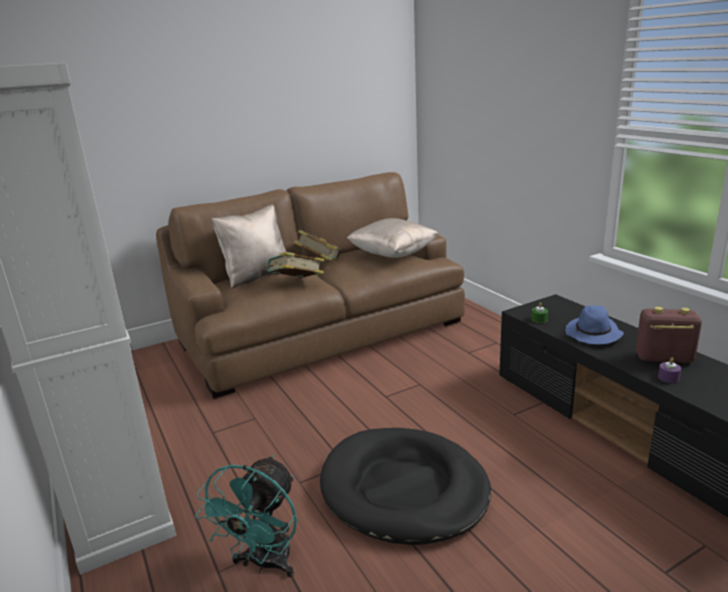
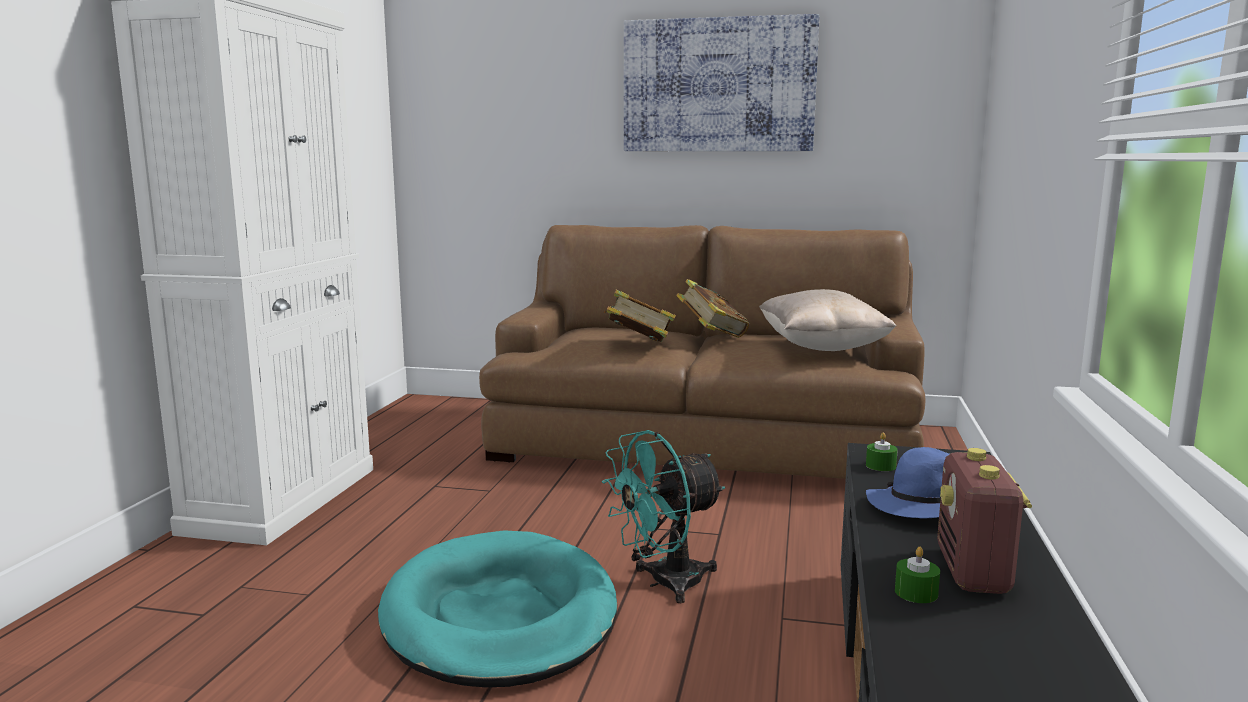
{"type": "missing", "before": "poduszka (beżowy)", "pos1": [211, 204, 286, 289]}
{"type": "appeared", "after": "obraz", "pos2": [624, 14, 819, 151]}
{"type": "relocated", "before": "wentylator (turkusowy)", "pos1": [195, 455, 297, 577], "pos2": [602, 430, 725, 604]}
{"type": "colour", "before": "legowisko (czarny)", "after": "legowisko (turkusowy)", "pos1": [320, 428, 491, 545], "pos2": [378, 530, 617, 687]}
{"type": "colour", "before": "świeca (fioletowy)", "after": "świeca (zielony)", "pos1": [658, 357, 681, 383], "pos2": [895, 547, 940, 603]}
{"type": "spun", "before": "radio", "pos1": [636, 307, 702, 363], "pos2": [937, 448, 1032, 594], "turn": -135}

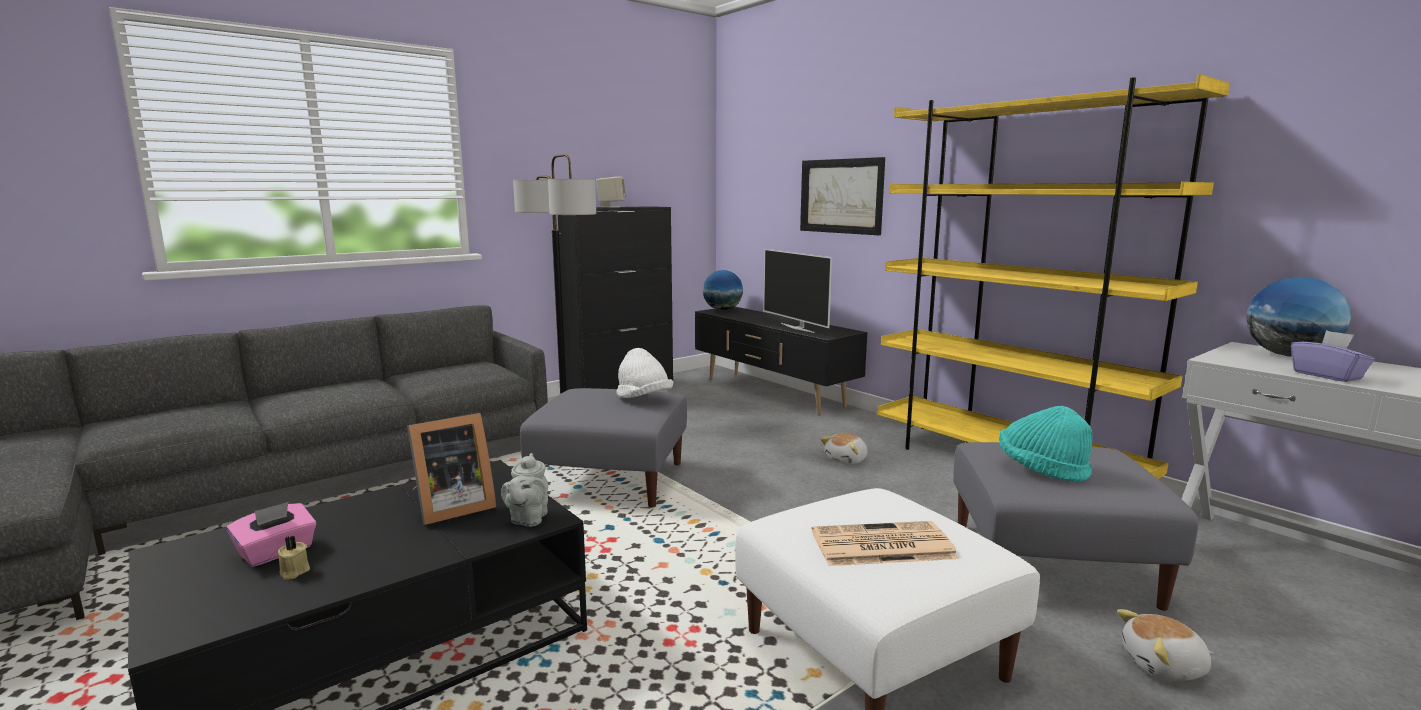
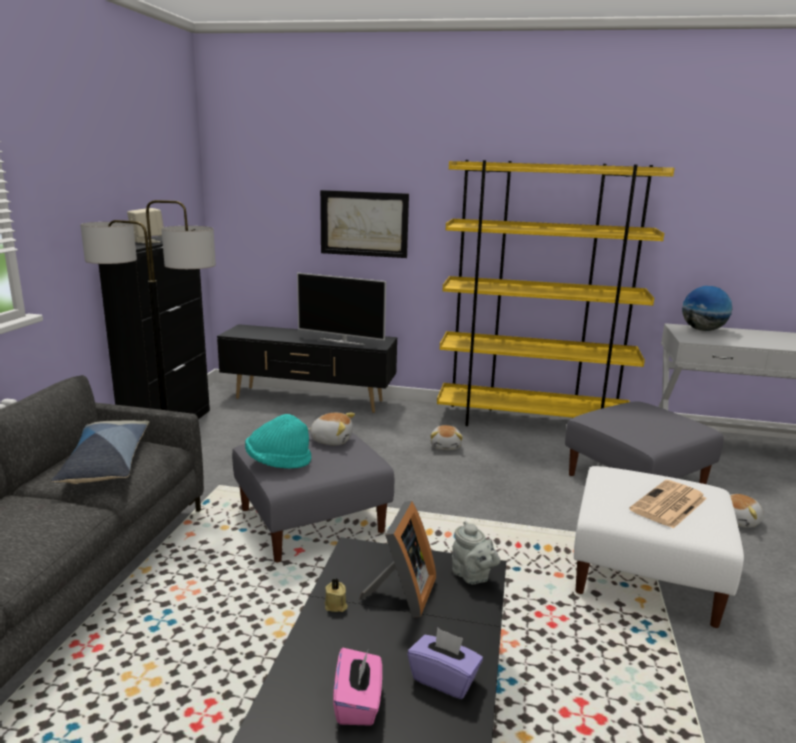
{"type": "missing", "before": "globus", "pos1": [703, 270, 743, 310]}
{"type": "appeared", "after": "poduszka", "pos2": [51, 420, 149, 484]}
{"type": "relocated", "before": "świeca (beżowy)", "pos1": [278, 536, 310, 580], "pos2": [325, 579, 348, 612]}
{"type": "relocated", "before": "kapelusz (turkusowy)", "pos1": [999, 406, 1092, 482], "pos2": [245, 414, 311, 469]}
{"type": "relocated", "before": "pudełko chusteczek (fioletowy)", "pos1": [1291, 330, 1375, 382], "pos2": [408, 627, 483, 699]}
{"type": "exchanged", "before": "kapelusz (biały)", "after": "pluszak", "pos1": [616, 348, 673, 398], "pos2": [308, 413, 355, 445]}

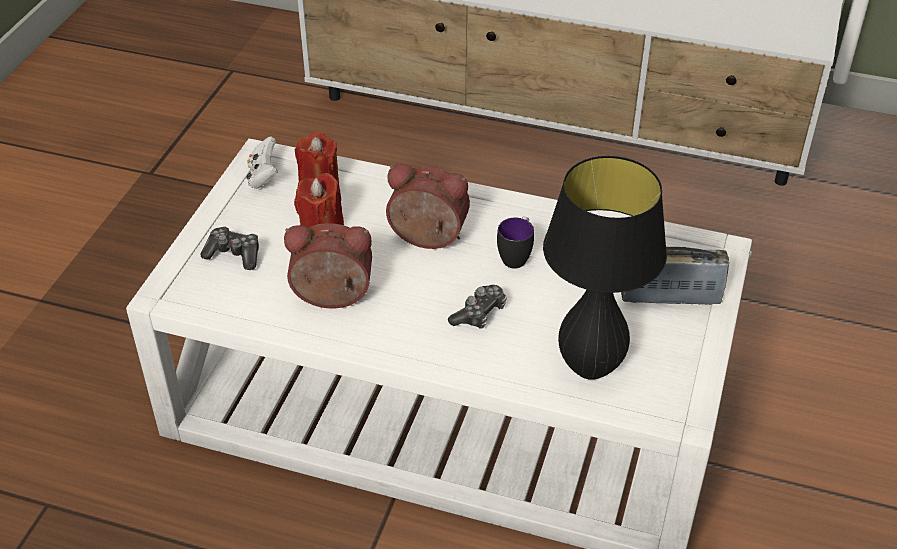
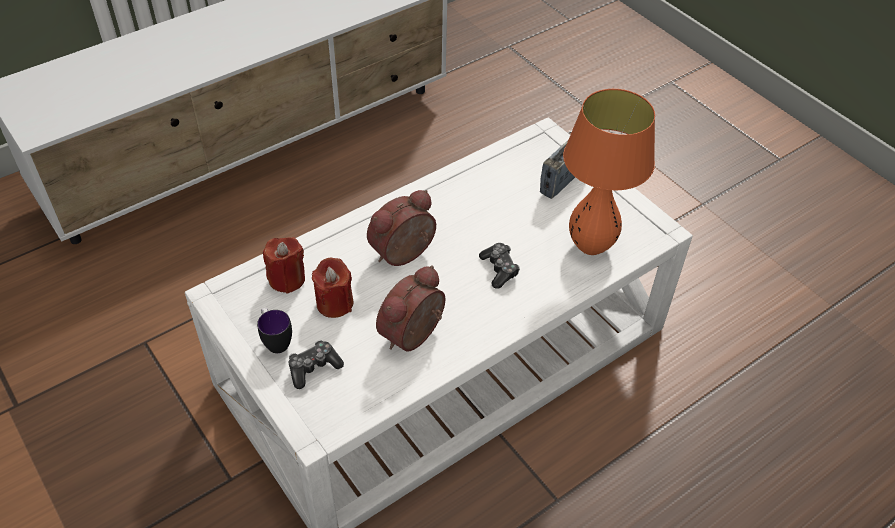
{"type": "missing", "before": "pad do gier (biały)", "pos1": [247, 137, 278, 189]}
{"type": "relocated", "before": "kubek", "pos1": [497, 216, 534, 269], "pos2": [257, 307, 292, 353]}
{"type": "colour", "before": "lampa stołowa (czarny)", "after": "lampa stołowa (pomarańczowy)", "pos1": [543, 156, 667, 380], "pos2": [563, 89, 655, 255]}

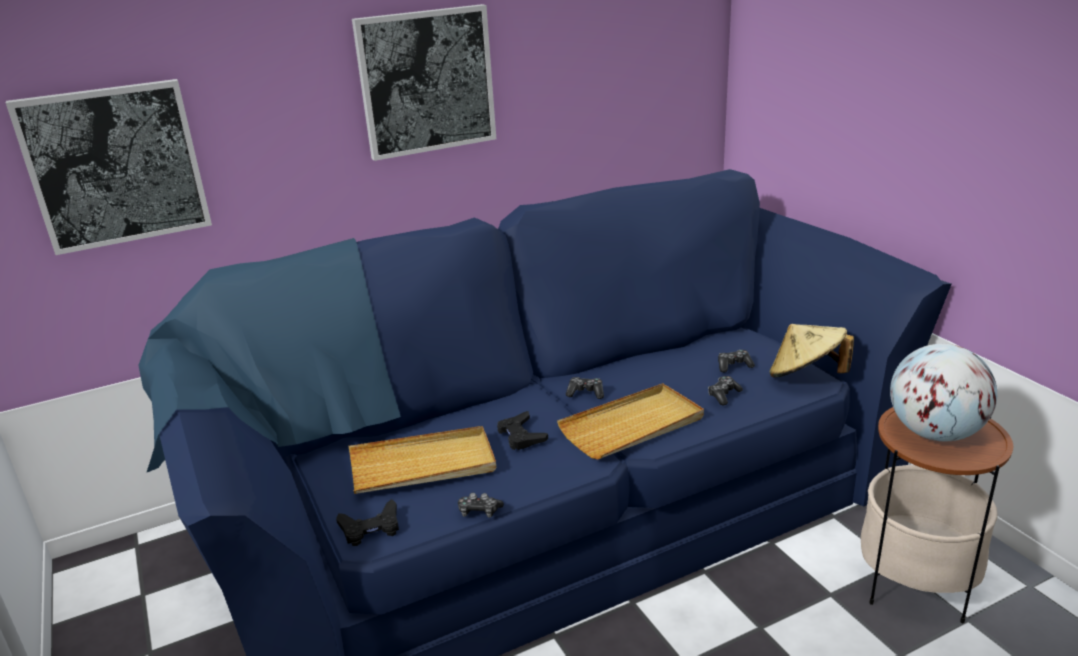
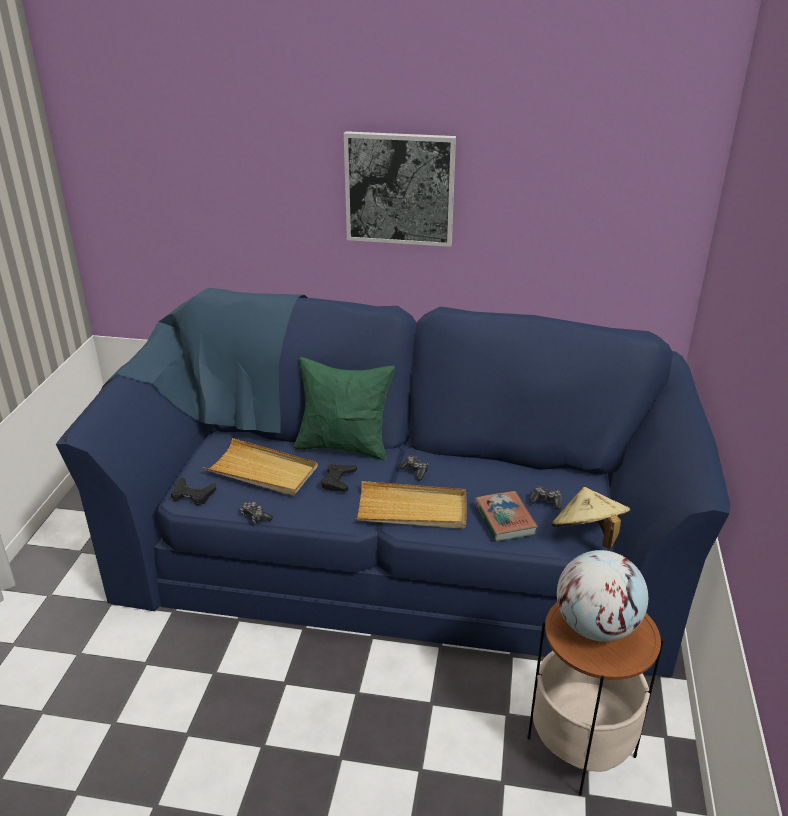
{"type": "missing", "before": "obraz", "pos1": [6, 79, 212, 255]}
{"type": "appeared", "after": "poduszka (zielony)", "pos2": [294, 357, 395, 461]}
{"type": "exchanged", "before": "pad do gier", "after": "książka", "pos1": [708, 376, 743, 406], "pos2": [474, 491, 538, 542]}

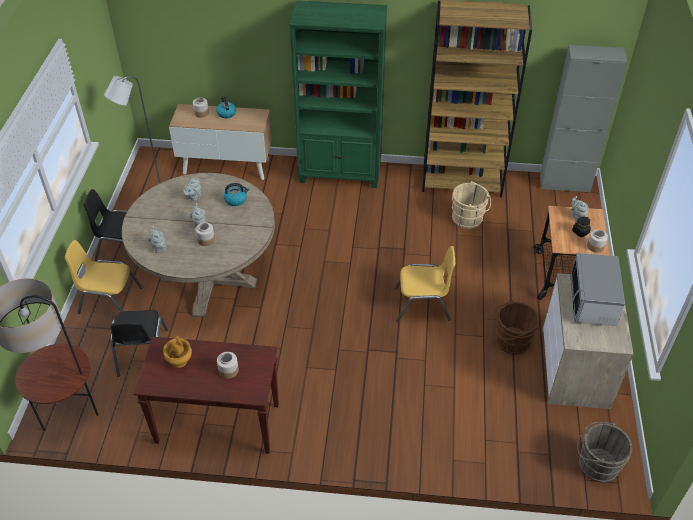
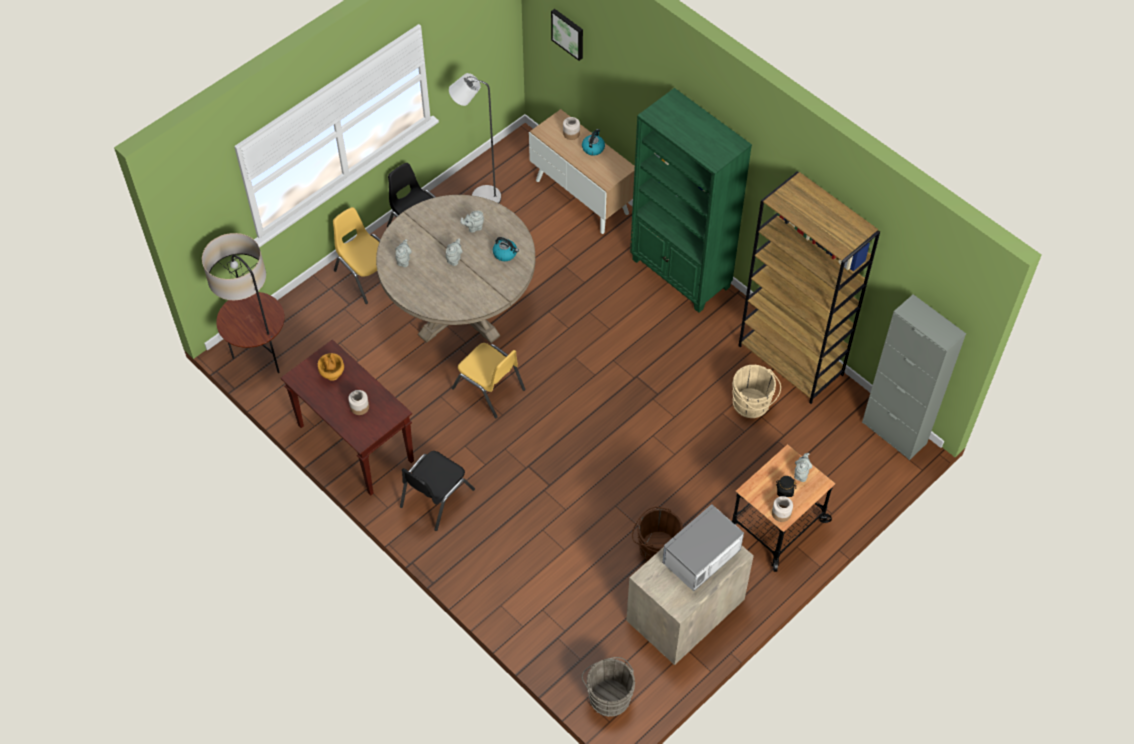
{"type": "missing", "before": "słoik", "pos1": [195, 222, 215, 246]}
{"type": "appeared", "after": "obraz", "pos2": [551, 9, 583, 61]}
{"type": "relocated", "before": "krzesło (czarny)", "pos1": [110, 310, 168, 377], "pos2": [400, 451, 475, 531]}
{"type": "relocated", "before": "krzesło (żółty)", "pos1": [394, 246, 455, 322], "pos2": [452, 343, 526, 418]}

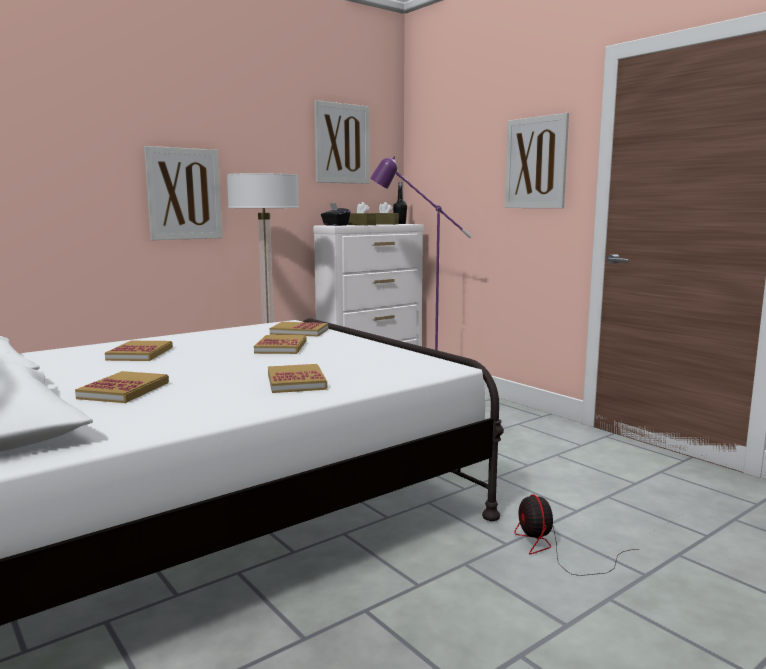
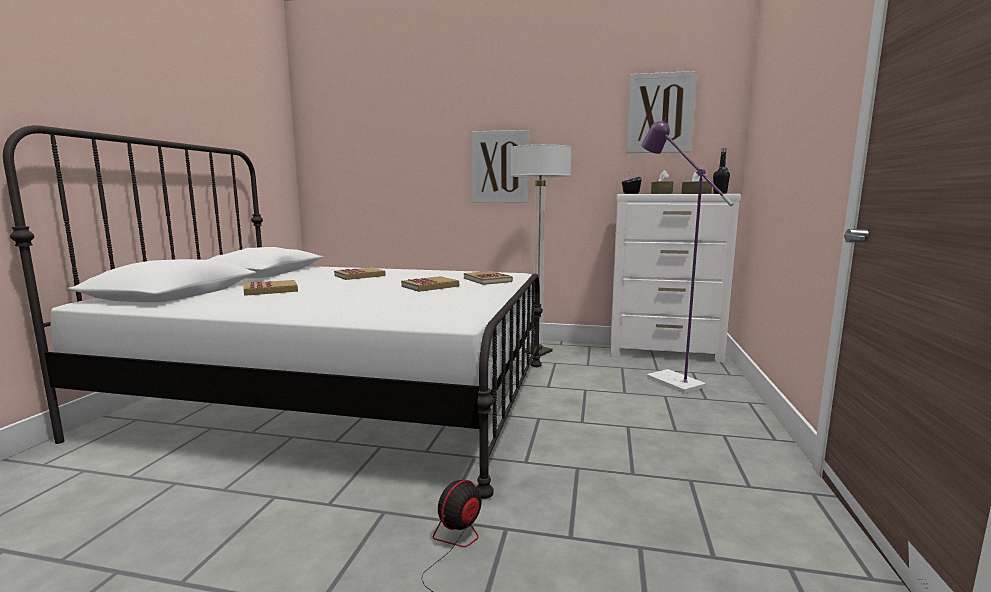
{"type": "missing", "before": "książka", "pos1": [268, 364, 327, 393]}
{"type": "missing", "before": "obraz", "pos1": [505, 113, 569, 208]}

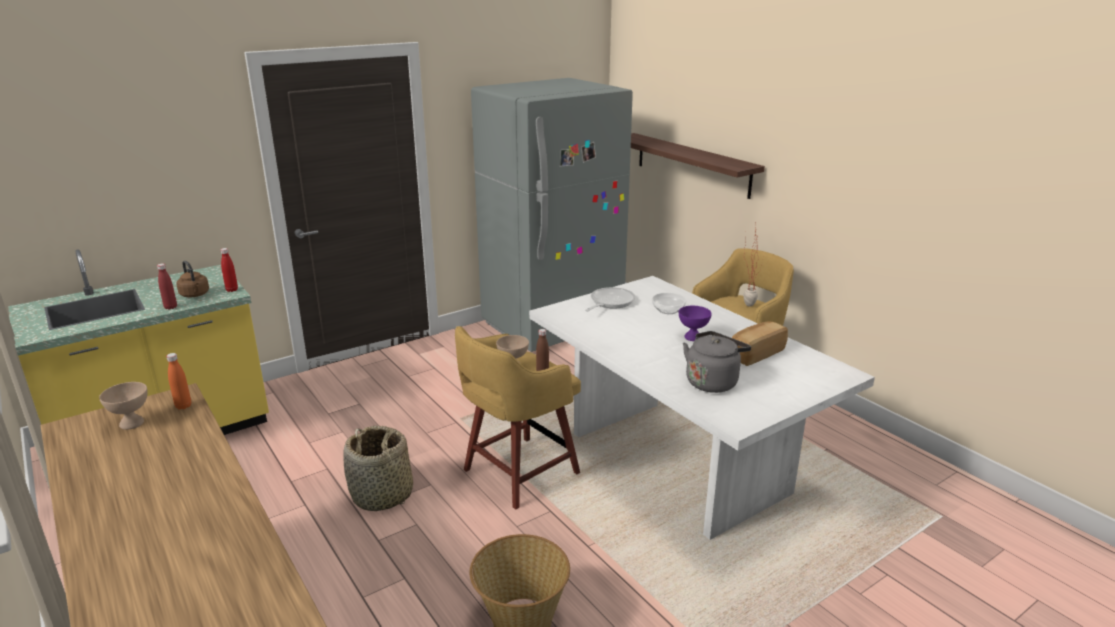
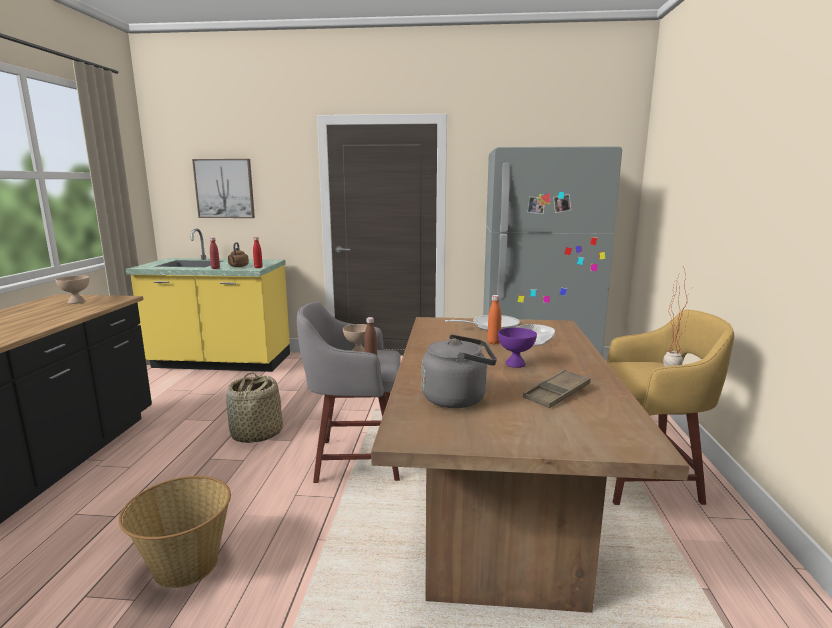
{"type": "missing", "before": "półka", "pos1": [631, 133, 765, 199]}
{"type": "appeared", "after": "obraz", "pos2": [192, 159, 255, 218]}
{"type": "relocated", "before": "butelka (pomarańczowy)", "pos1": [166, 353, 191, 410], "pos2": [487, 295, 501, 344]}
{"type": "exchanged", "before": "chleb", "after": "taca (brązowy)", "pos1": [732, 322, 788, 366], "pos2": [523, 369, 591, 408]}
{"type": "colour", "before": "stołek (żółty)", "after": "stołek (szary)", "pos1": [455, 326, 581, 510], "pos2": [297, 301, 401, 483]}
{"type": "colour", "before": "stół jadalny (biały)", "after": "stół jadalny (brązowy)", "pos1": [529, 276, 875, 540], "pos2": [371, 317, 690, 613]}

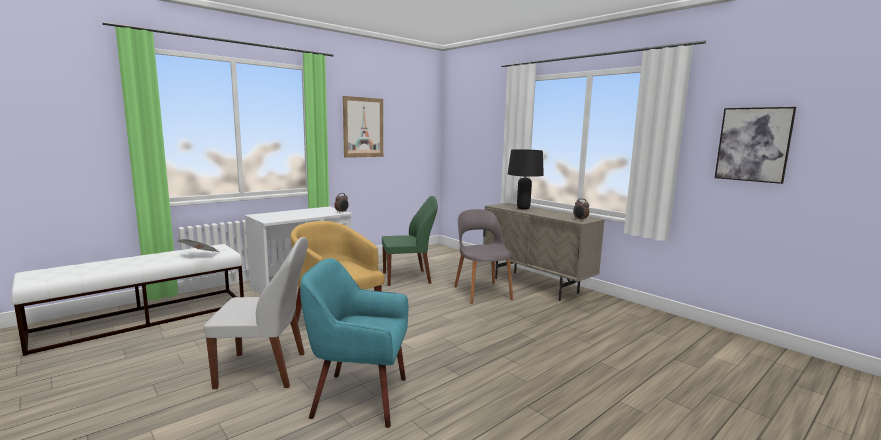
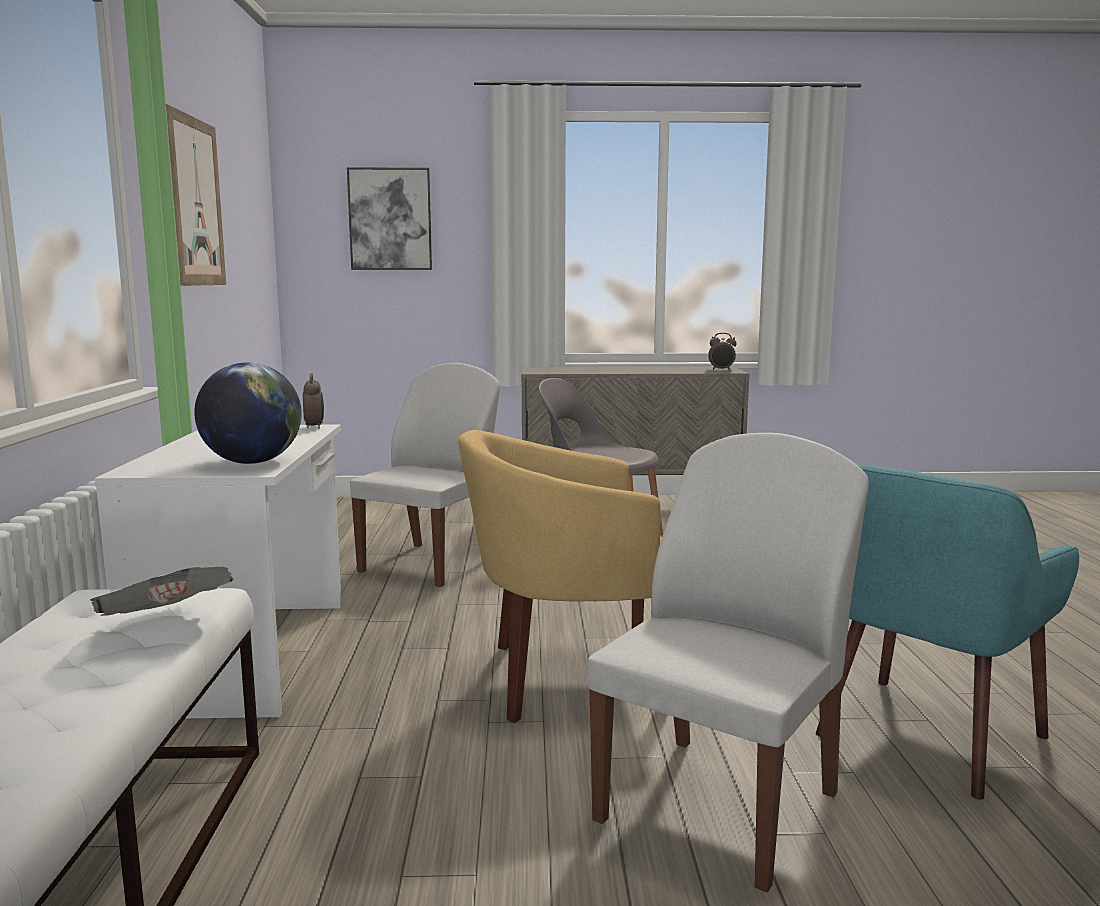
{"type": "missing", "before": "lampa stołowa (czarny)", "pos1": [508, 149, 544, 210]}
{"type": "appeared", "after": "globus", "pos2": [194, 362, 302, 464]}
{"type": "relocated", "before": "obraz", "pos1": [715, 107, 796, 184], "pos2": [347, 167, 432, 270]}
{"type": "colour", "before": "krzesło (zielony)", "after": "krzesło (biały)", "pos1": [382, 196, 438, 286], "pos2": [350, 363, 500, 587]}

